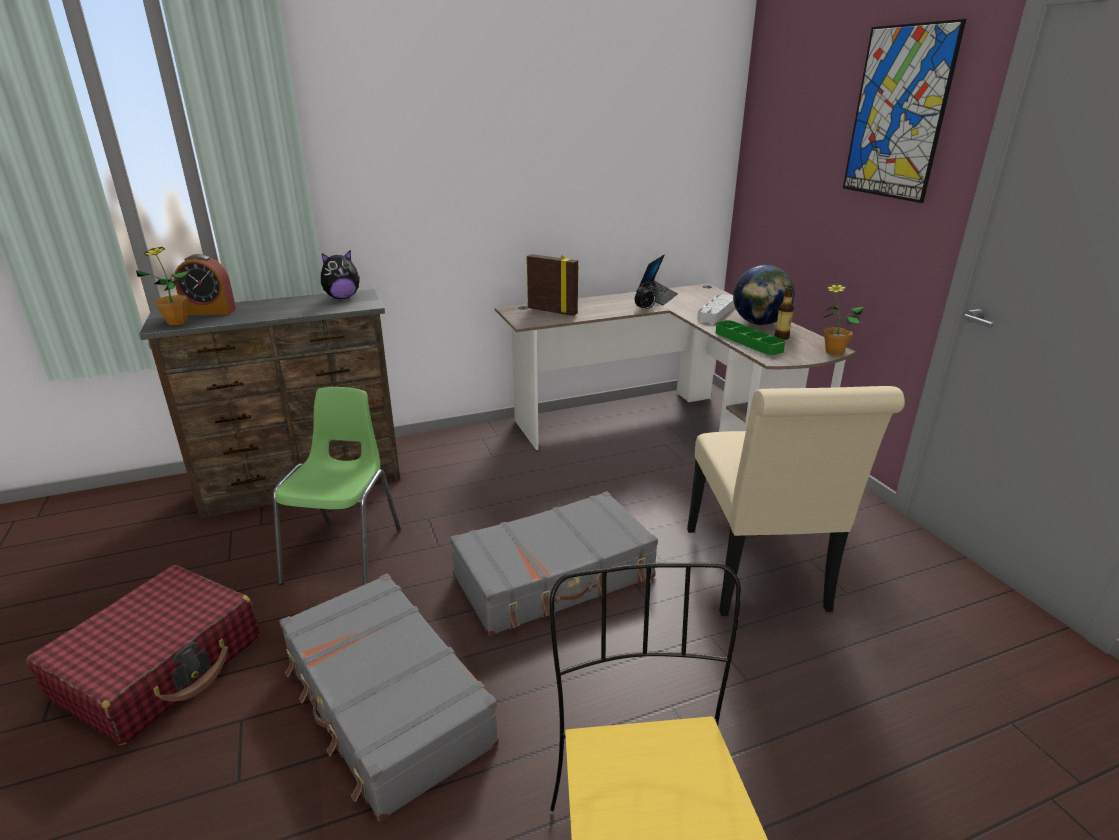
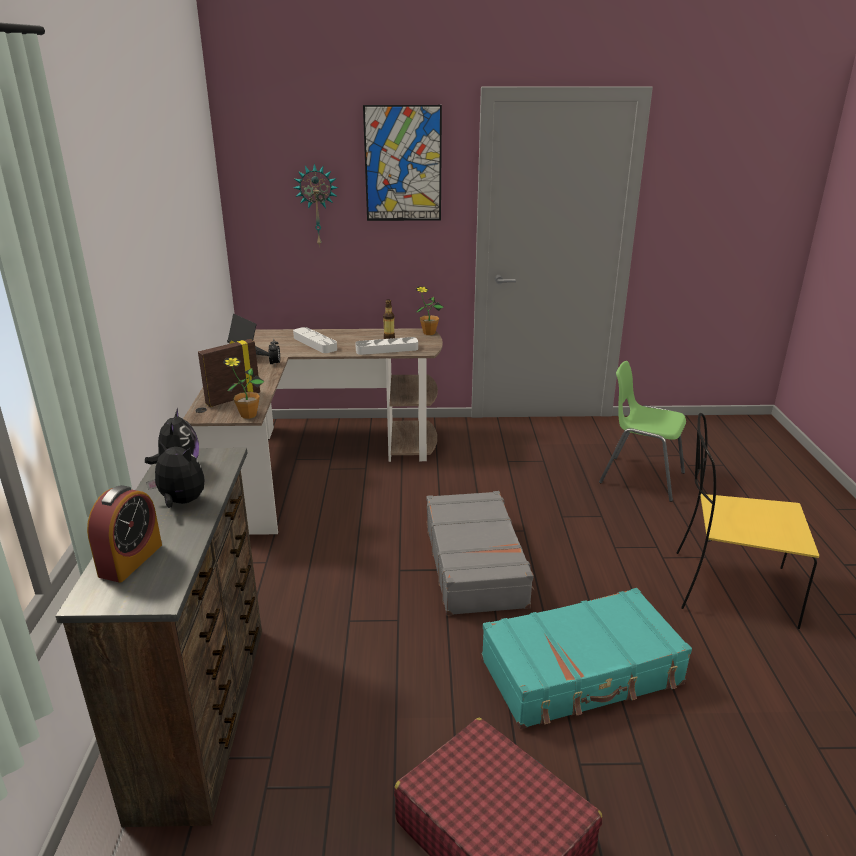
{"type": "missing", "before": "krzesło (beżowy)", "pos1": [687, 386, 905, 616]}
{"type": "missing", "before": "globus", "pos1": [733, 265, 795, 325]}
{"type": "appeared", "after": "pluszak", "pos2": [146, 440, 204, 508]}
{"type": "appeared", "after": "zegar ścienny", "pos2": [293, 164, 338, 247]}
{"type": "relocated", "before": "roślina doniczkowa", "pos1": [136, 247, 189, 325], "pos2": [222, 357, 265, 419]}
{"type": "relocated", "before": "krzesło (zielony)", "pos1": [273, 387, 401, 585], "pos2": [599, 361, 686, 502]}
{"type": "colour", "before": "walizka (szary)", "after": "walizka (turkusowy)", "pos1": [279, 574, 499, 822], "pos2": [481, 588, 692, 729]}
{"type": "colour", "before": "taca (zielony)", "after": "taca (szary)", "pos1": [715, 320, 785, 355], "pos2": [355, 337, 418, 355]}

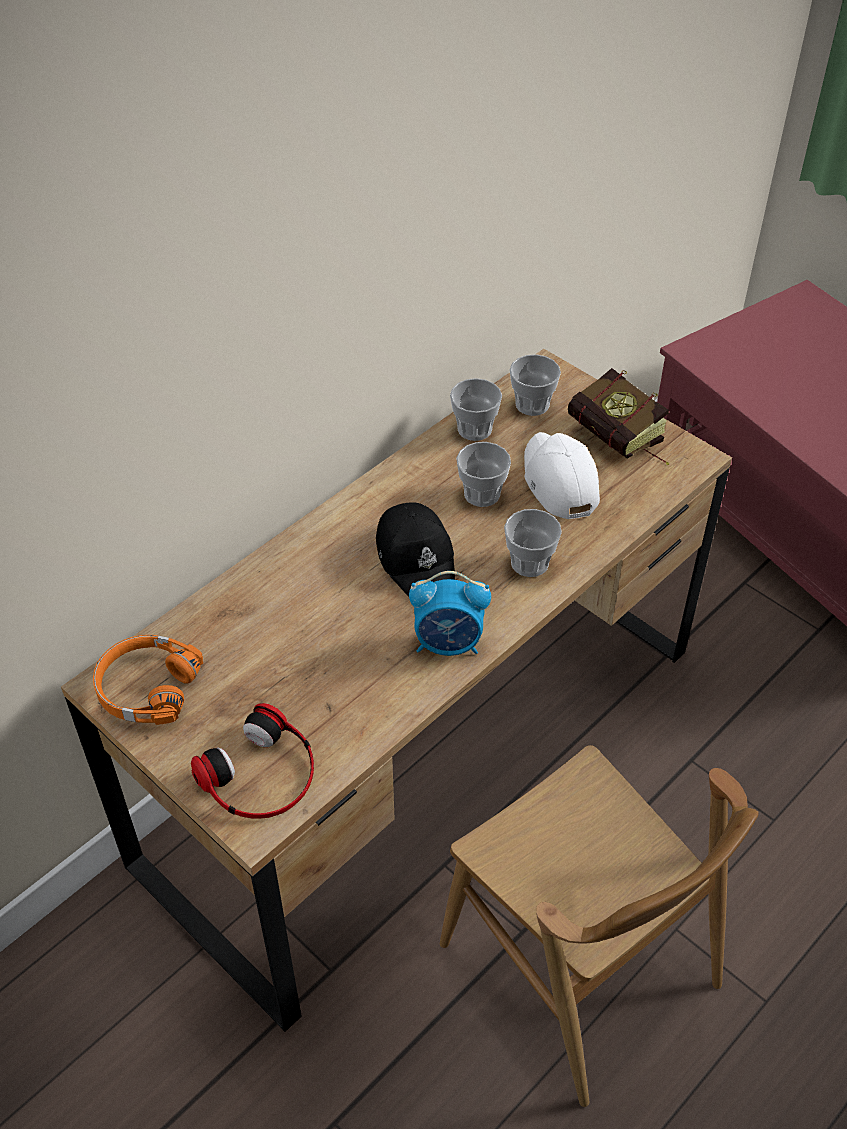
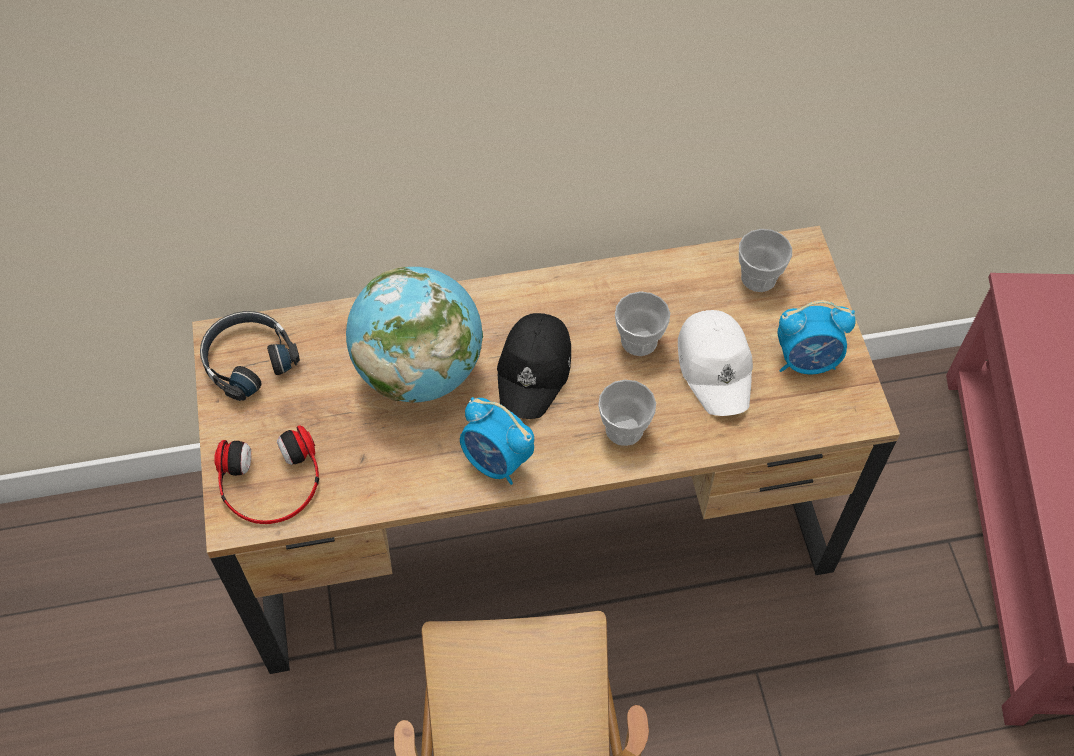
{"type": "missing", "before": "filiżanka", "pos1": [450, 378, 502, 441]}
{"type": "appeared", "after": "globus", "pos2": [346, 267, 483, 403]}
{"type": "exchanged", "before": "książka", "after": "budzik", "pos1": [568, 368, 669, 465], "pos2": [778, 301, 856, 374]}
{"type": "colour", "before": "słuchawki (pomarańczowy)", "after": "słuchawki (czarny)", "pos1": [93, 635, 203, 725], "pos2": [200, 311, 300, 401]}
{"type": "spun", "before": "czapka z daszkiem (biały)", "pos1": [524, 432, 600, 519], "pos2": [678, 310, 753, 416], "turn": 150}

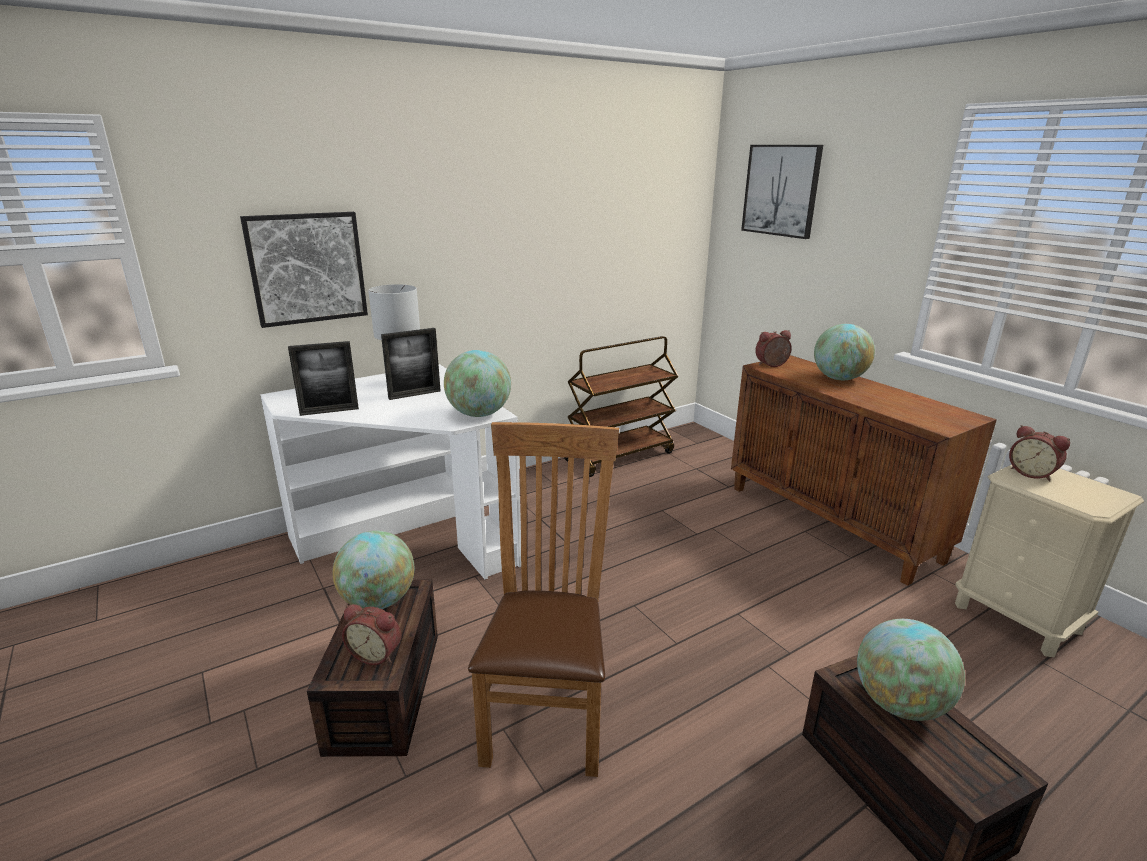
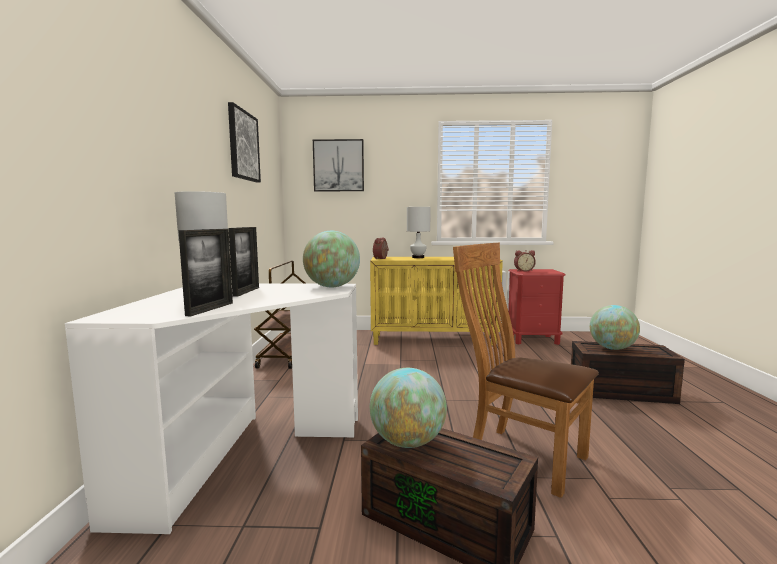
{"type": "missing", "before": "budzik", "pos1": [342, 604, 402, 665]}
{"type": "relocated", "before": "obraz", "pos1": [240, 212, 368, 328], "pos2": [228, 102, 261, 183]}
{"type": "exchanged", "before": "globus", "after": "lampa stołowa (biały)", "pos1": [814, 324, 875, 380], "pos2": [407, 207, 431, 258]}
{"type": "colour", "before": "szafka (brązowy)", "after": "szafka (żółty)", "pos1": [731, 355, 997, 586], "pos2": [370, 257, 503, 346]}
{"type": "colour", "before": "szafka nocna (beżowy)", "after": "szafka nocna (czerwony)", "pos1": [955, 465, 1144, 657], "pos2": [508, 269, 566, 345]}

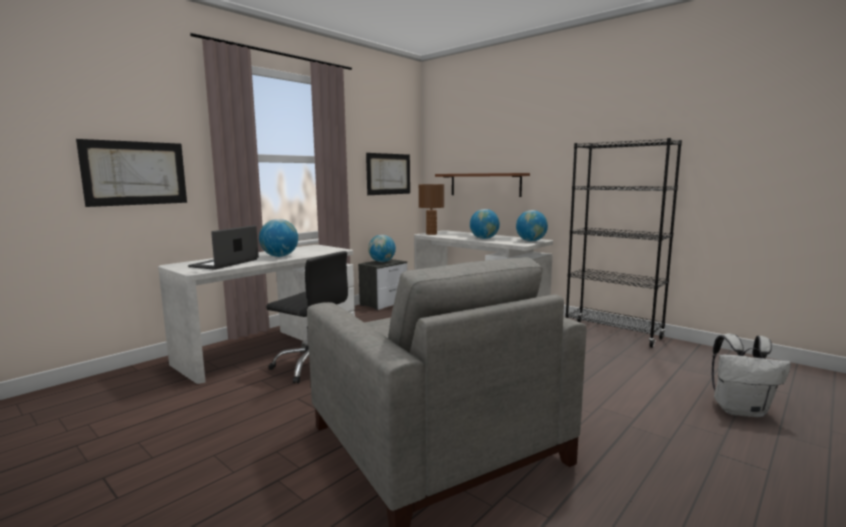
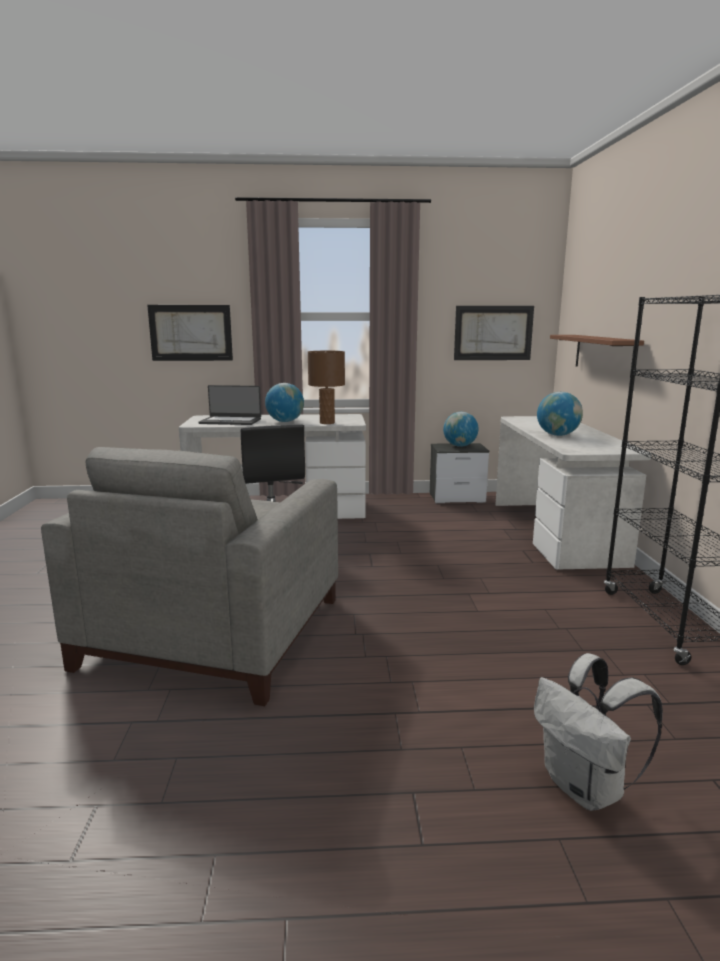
{"type": "missing", "before": "globus", "pos1": [516, 210, 548, 242]}
{"type": "relocated", "before": "lampa stołowa (brązowy)", "pos1": [419, 184, 444, 235], "pos2": [308, 351, 345, 424]}
{"type": "spun", "before": "laptop", "pos1": [188, 225, 259, 270], "pos2": [198, 385, 261, 425], "turn": -150}

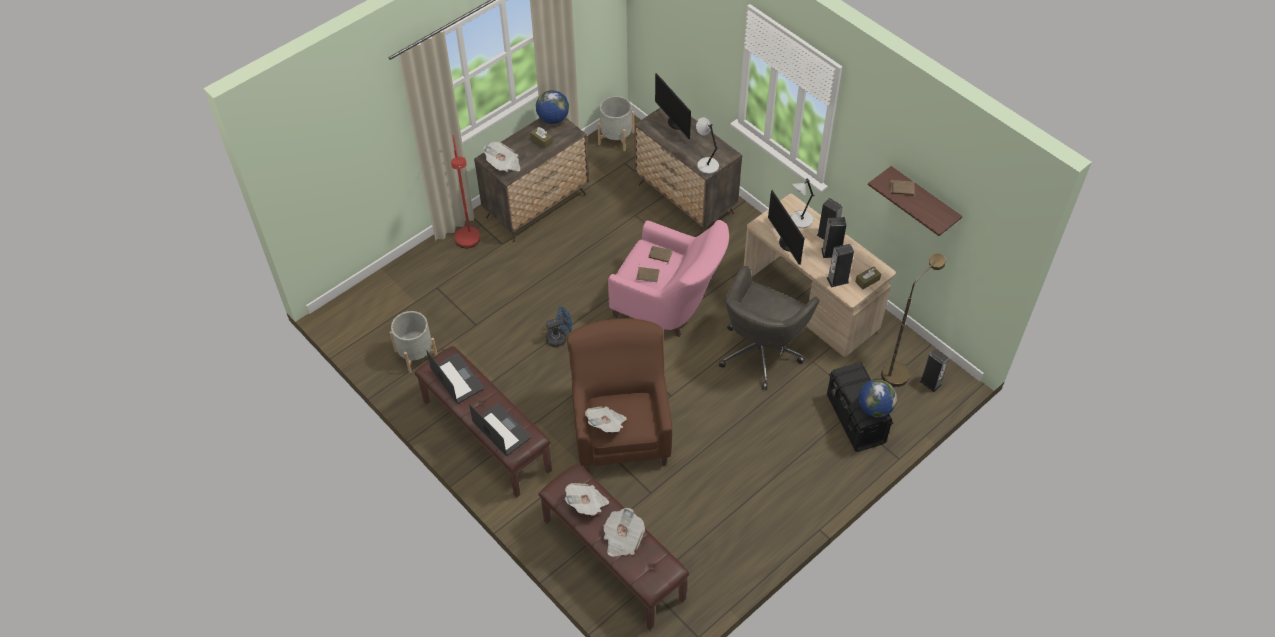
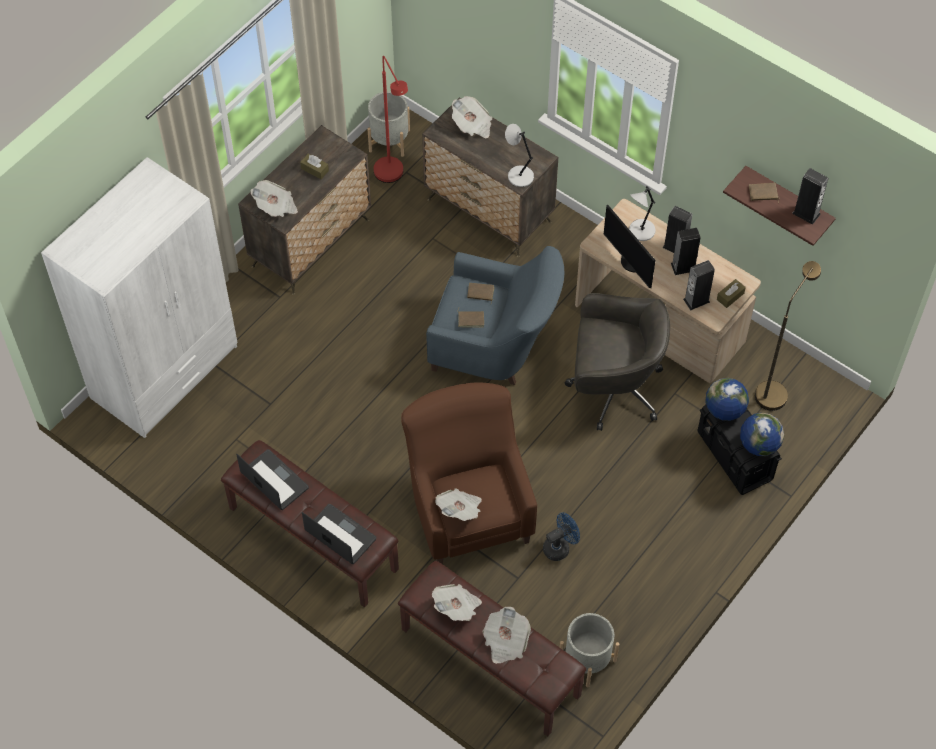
{"type": "appeared", "after": "szafa (biały)", "pos2": [41, 157, 238, 438]}
{"type": "relocated", "before": "donica (szary)", "pos1": [390, 311, 437, 373], "pos2": [560, 613, 619, 687]}
{"type": "relocated", "before": "lampa stojąca (czerwony)", "pos1": [451, 135, 480, 248], "pos2": [374, 56, 408, 183]}
{"type": "relocated", "before": "globus", "pos1": [536, 90, 569, 124], "pos2": [706, 378, 749, 421]}
{"type": "relocated", "before": "wentylator (niebieski)", "pos1": [545, 307, 572, 347], "pos2": [543, 512, 580, 561]}
{"type": "relocated", "before": "głośnik", "pos1": [919, 348, 949, 392], "pos2": [792, 168, 828, 225]}
{"type": "exchanged", "before": "monitor", "after": "gazeta", "pos1": [655, 73, 691, 139], "pos2": [452, 96, 492, 138]}
{"type": "colour", "before": "fotel (różowy)", "after": "fotel (niebieski)", "pos1": [608, 220, 729, 337], "pos2": [426, 246, 564, 385]}
{"type": "spun", "before": "krzesło biurowe (szary)", "pos1": [719, 266, 819, 390], "pos2": [564, 293, 670, 431], "turn": -105}

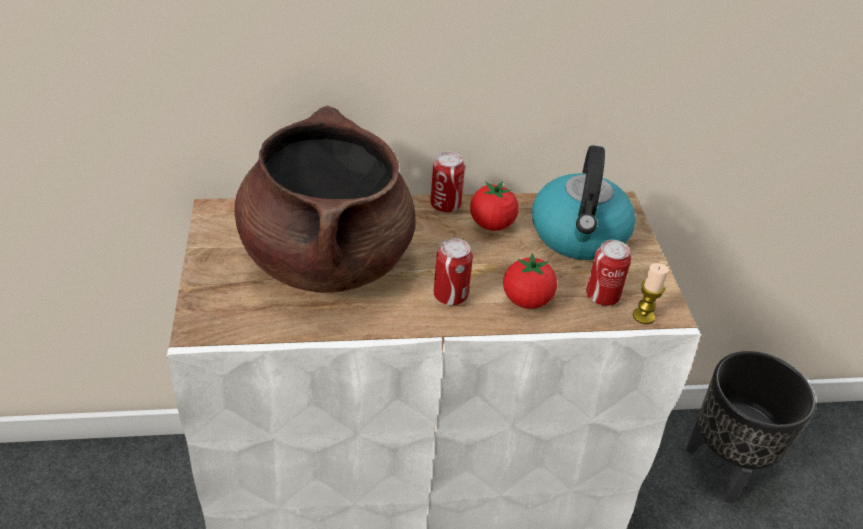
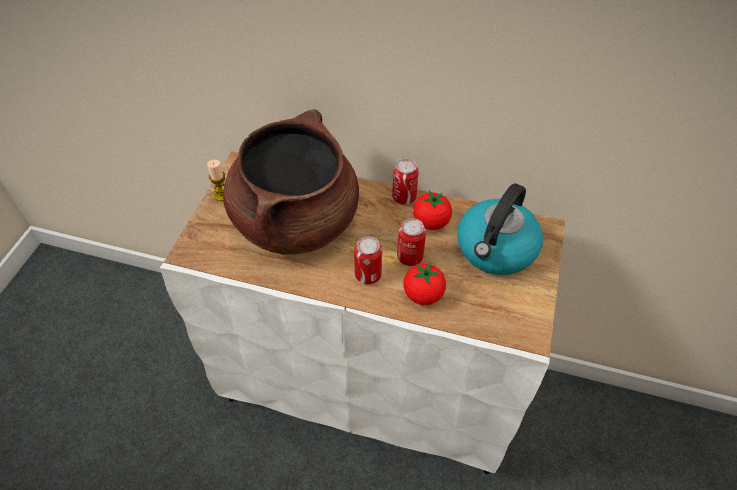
{"type": "missing", "before": "donica (czarny)", "pos1": [686, 351, 816, 503]}
{"type": "relocated", "before": "puszka", "pos1": [586, 240, 631, 306], "pos2": [397, 218, 426, 266]}
{"type": "relocated", "before": "świeca", "pos1": [633, 263, 669, 324], "pos2": [207, 160, 225, 201]}

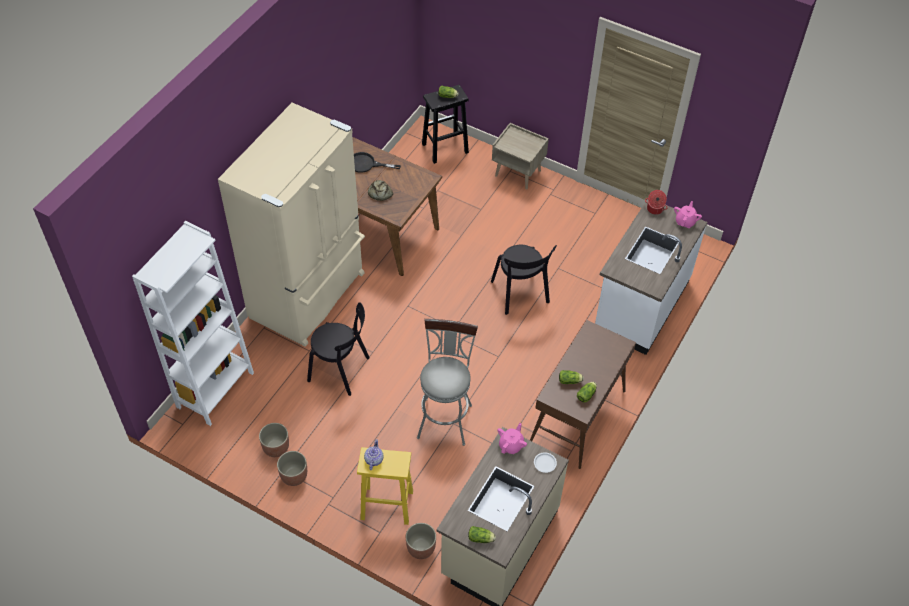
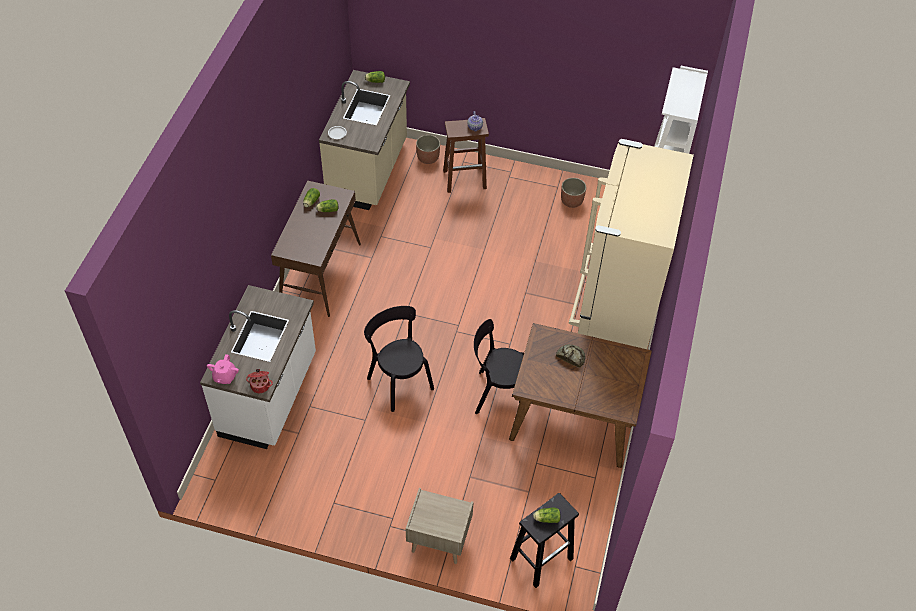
{"type": "missing", "before": "donica", "pos1": [277, 451, 307, 486]}
{"type": "missing", "before": "patelnia (czarny)", "pos1": [354, 152, 401, 173]}
{"type": "missing", "before": "stołek (szary)", "pos1": [417, 319, 478, 446]}
{"type": "missing", "before": "imbryk (różowy)", "pos1": [498, 423, 527, 454]}
{"type": "relocated", "before": "krzesło (czarny)", "pos1": [307, 302, 370, 396], "pos2": [474, 319, 524, 414]}
{"type": "colour", "before": "stołek (żółty)", "after": "stołek (brązowy)", "pos1": [357, 447, 413, 525], "pos2": [443, 118, 489, 193]}

